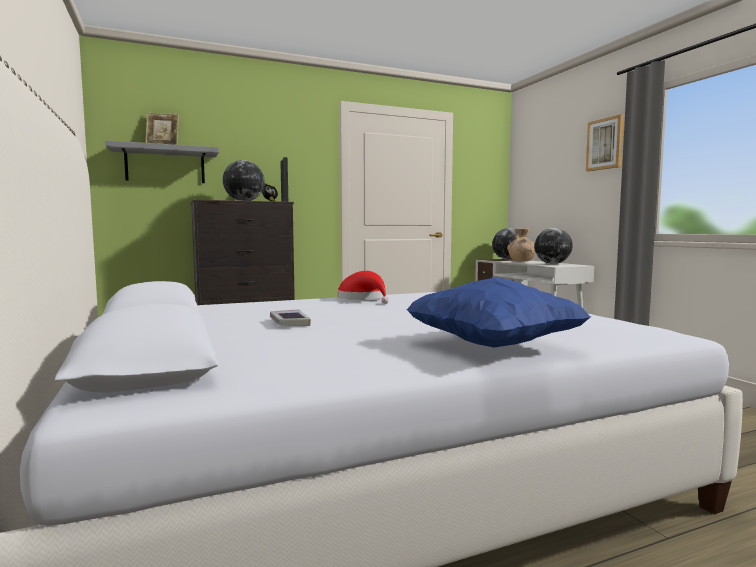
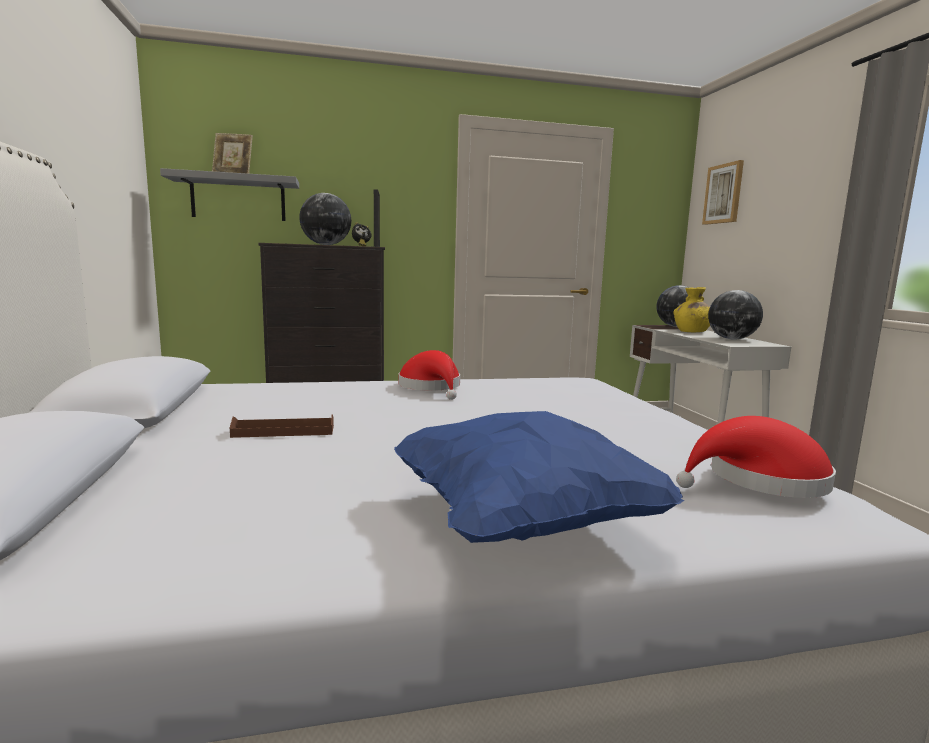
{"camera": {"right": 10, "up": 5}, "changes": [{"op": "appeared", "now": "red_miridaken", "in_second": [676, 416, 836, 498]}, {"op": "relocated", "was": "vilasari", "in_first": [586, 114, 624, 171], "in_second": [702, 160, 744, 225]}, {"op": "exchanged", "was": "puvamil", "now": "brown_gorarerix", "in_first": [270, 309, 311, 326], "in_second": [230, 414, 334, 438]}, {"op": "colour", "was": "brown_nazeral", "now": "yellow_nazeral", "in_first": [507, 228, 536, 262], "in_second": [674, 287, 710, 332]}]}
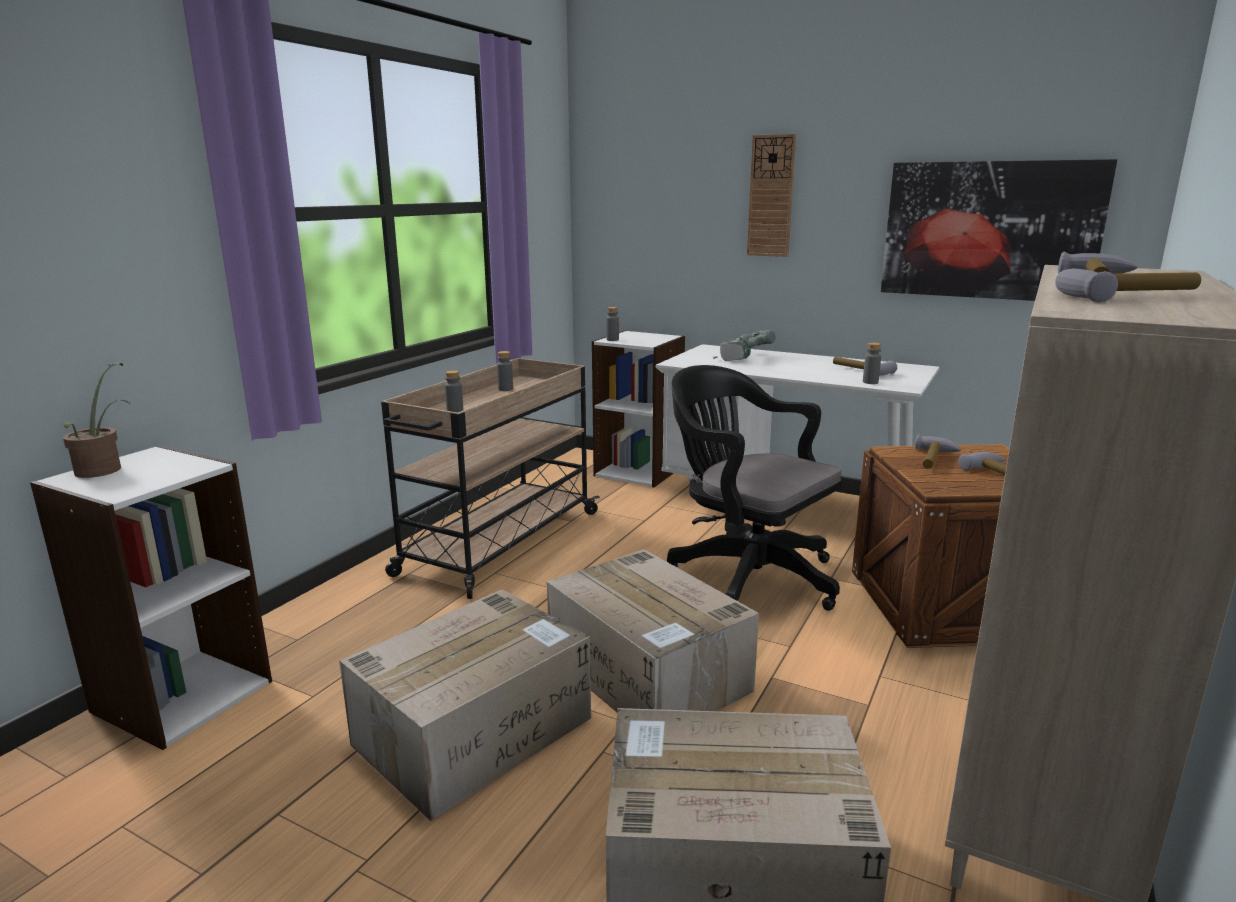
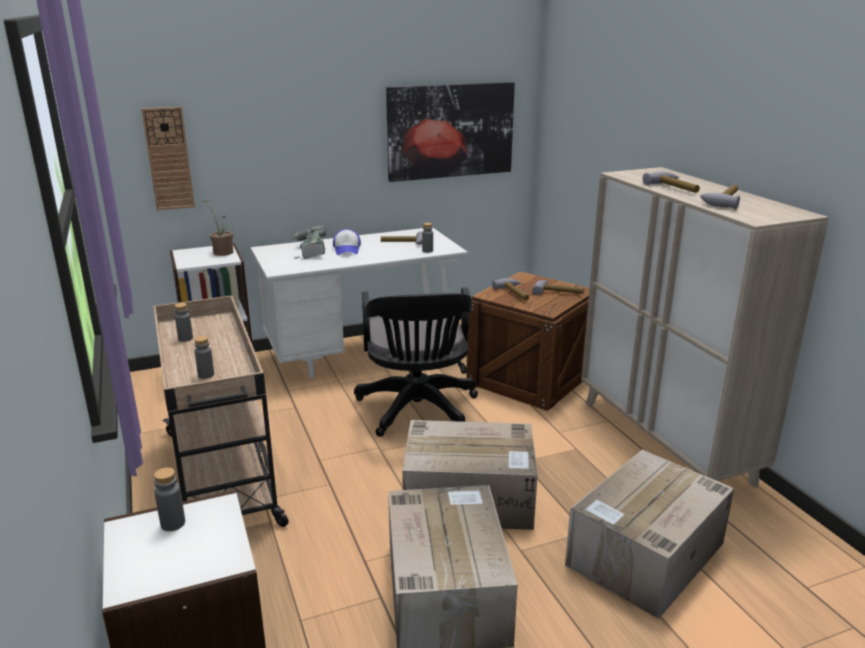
{"camera": {"right": -50, "up": 5}, "changes": [{"op": "appeared", "now": "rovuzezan", "in_second": [333, 229, 361, 255]}, {"op": "relocated", "was": "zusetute", "in_first": [63, 363, 129, 478], "in_second": [202, 200, 233, 256]}, {"op": "relocated", "was": "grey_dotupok", "in_first": [606, 307, 619, 341], "in_second": [154, 468, 185, 531]}, {"op": "relocated", "was": "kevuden", "in_first": [747, 134, 796, 257], "in_second": [141, 107, 195, 210]}, {"op": "spun", "was": "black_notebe", "in_first": [667, 365, 843, 611], "in_second": [354, 287, 478, 437], "clockwise": -90}]}
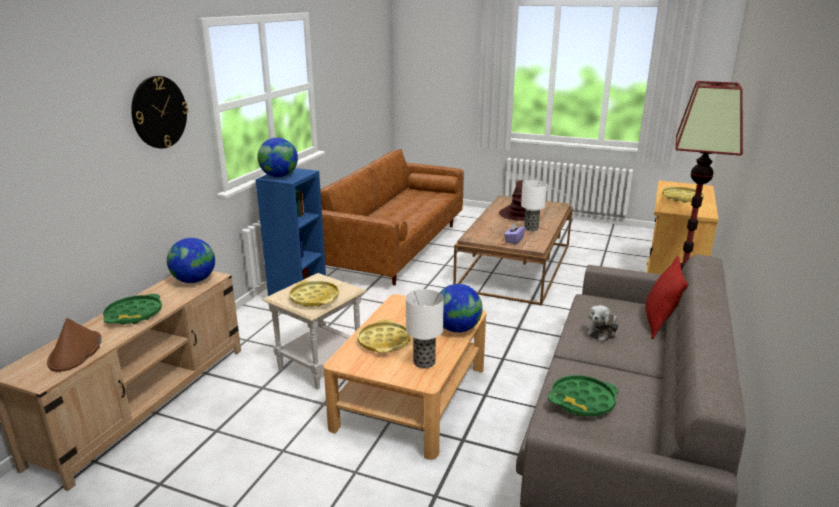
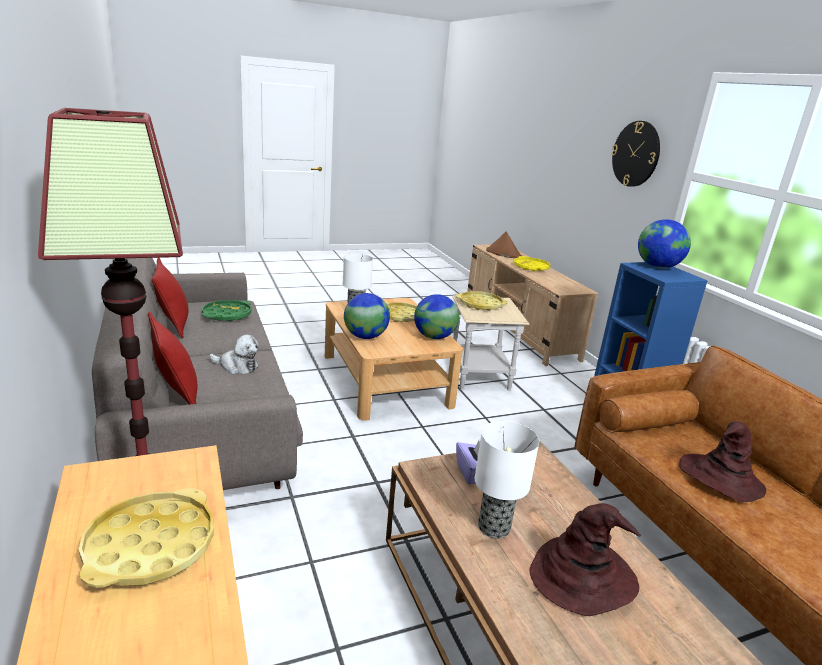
{"camera": {"right": 135, "up": 0}, "changes": [{"op": "appeared", "now": "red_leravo", "in_second": [152, 258, 188, 338]}, {"op": "appeared", "now": "brown_miridaken", "in_second": [679, 422, 766, 502]}, {"op": "relocated", "was": "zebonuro", "in_first": [167, 238, 215, 283], "in_second": [414, 294, 459, 339]}, {"op": "colour", "was": "green_gorarerix", "now": "yellow_gorarerix", "in_first": [103, 294, 162, 325], "in_second": [514, 256, 551, 271]}, {"op": "spun", "was": "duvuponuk", "in_first": [587, 305, 618, 342], "in_second": [209, 335, 259, 374], "clockwise": 105}]}
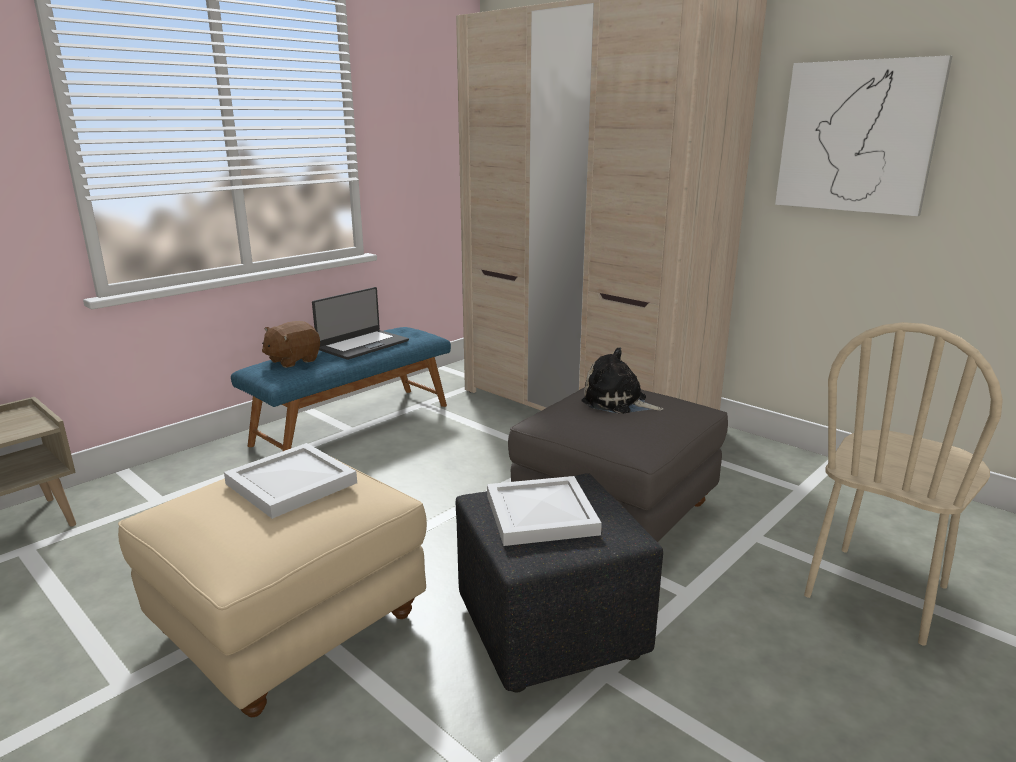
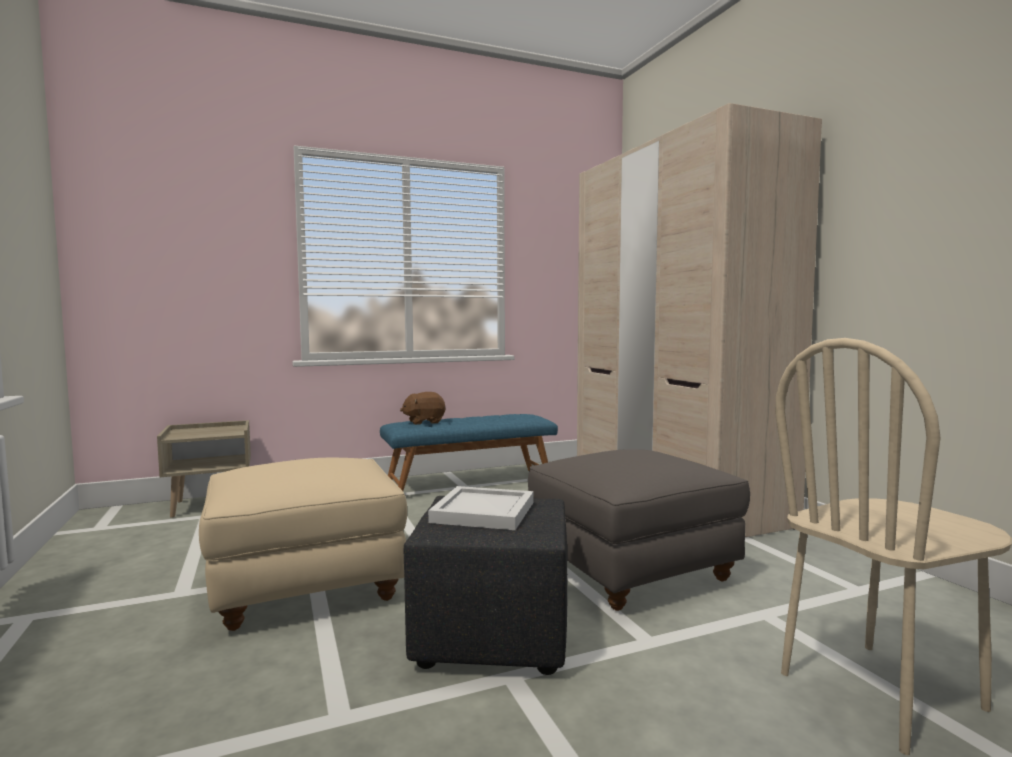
{"camera": {"right": 25, "up": -15}, "changes": [{"op": "missing", "was": "white_gorarerix", "in_first": [224, 443, 357, 519]}, {"op": "missing", "was": "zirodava", "in_first": [312, 287, 409, 360]}, {"op": "missing", "was": "duvuponuk", "in_first": [581, 347, 664, 414]}, {"op": "missing", "was": "vilasari", "in_first": [775, 55, 952, 216]}]}
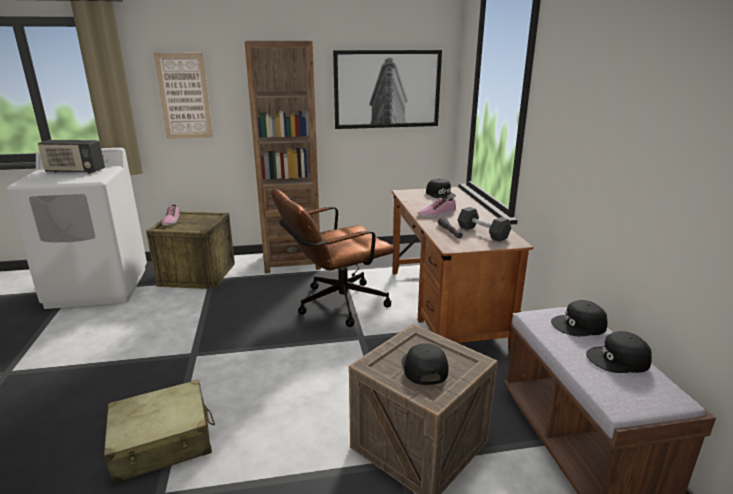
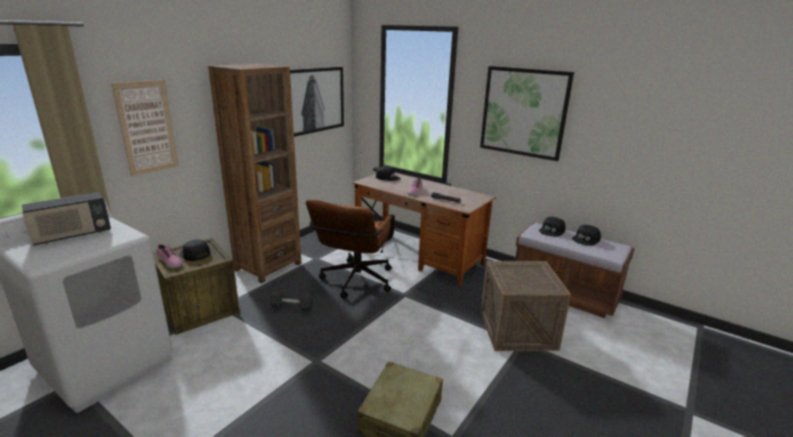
{"camera": {"right": -45, "up": 0}, "changes": [{"op": "appeared", "now": "vilasari", "in_second": [480, 66, 574, 161]}, {"op": "relocated", "was": "black_rovuzezan", "in_first": [402, 343, 448, 385], "in_second": [179, 239, 210, 261]}, {"op": "relocated", "was": "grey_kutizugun", "in_first": [457, 207, 511, 242], "in_second": [270, 290, 313, 312]}]}
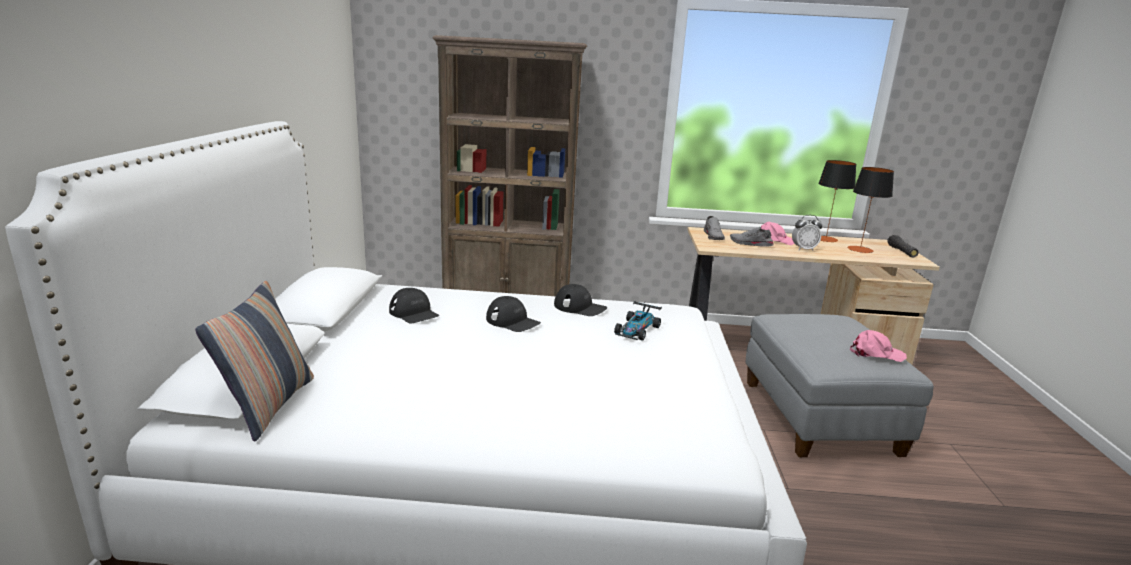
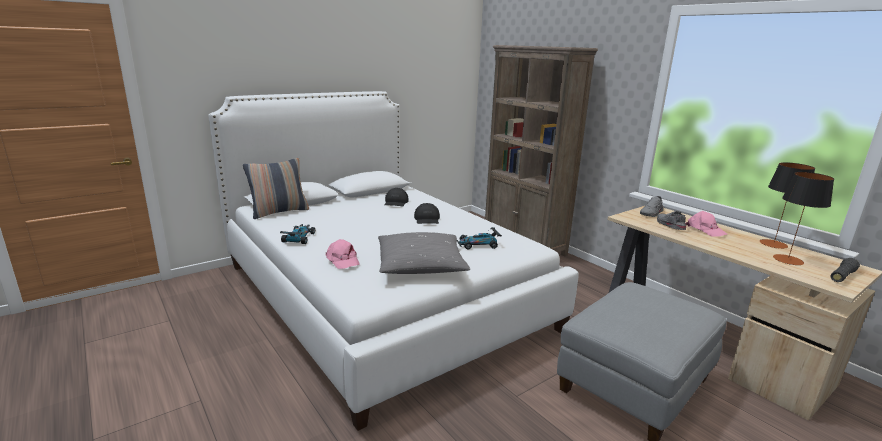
{"camera": {"right": 50, "up": 0}, "changes": [{"op": "missing", "was": "black_rovuzezan", "in_first": [554, 284, 607, 316]}, {"op": "missing", "was": "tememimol", "in_first": [792, 215, 822, 251]}, {"op": "appeared", "now": "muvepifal", "in_second": [280, 224, 315, 244]}, {"op": "appeared", "now": "grey_leravo", "in_second": [378, 232, 470, 274]}, {"op": "relocated", "was": "pink_rovuzezan", "in_first": [850, 330, 907, 362], "in_second": [325, 239, 360, 269]}]}
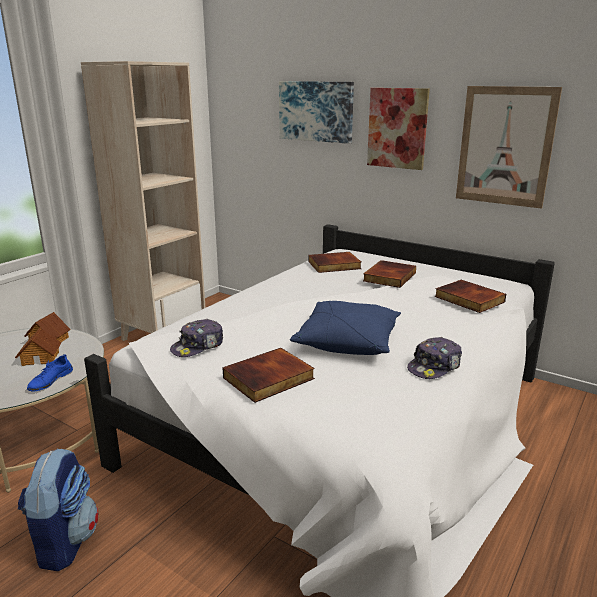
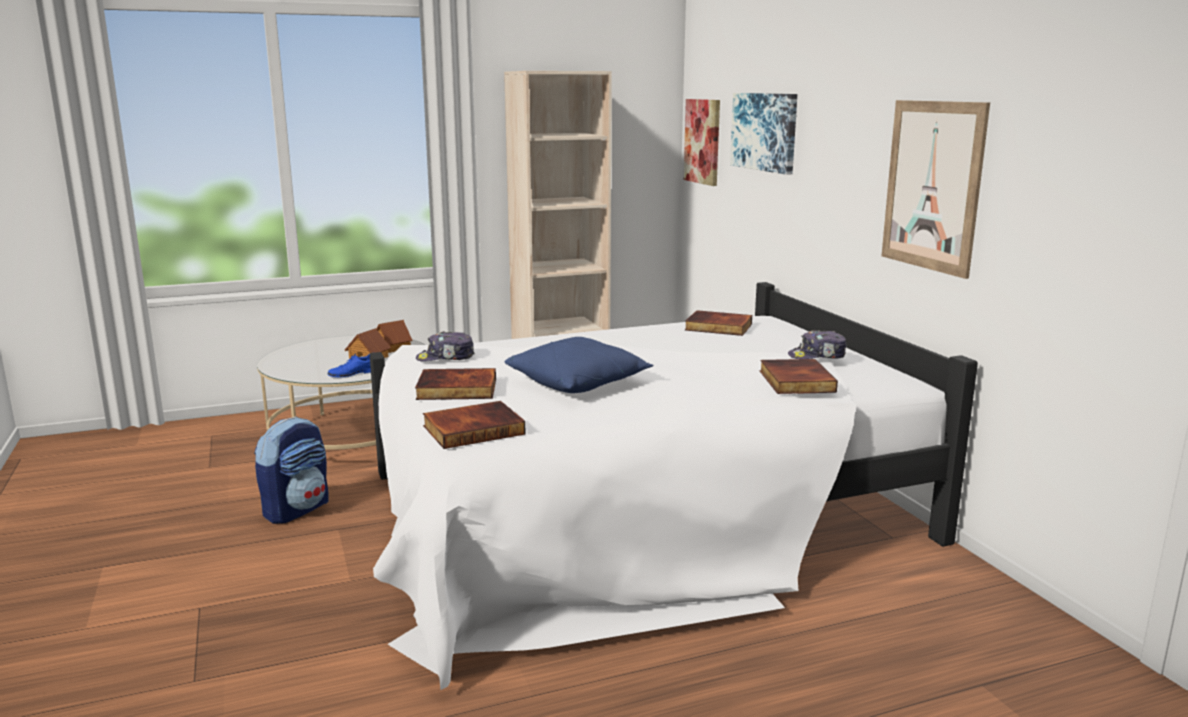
{"camera": {"right": 35, "up": -5}, "changes": [{"op": "relocated", "was": "puvamil", "in_first": [363, 260, 416, 288], "in_second": [423, 401, 526, 449]}, {"op": "relocated", "was": "vilasari", "in_first": [367, 88, 430, 170], "in_second": [684, 99, 720, 186]}, {"op": "relocated", "was": "rovuzezan", "in_first": [407, 337, 462, 379], "in_second": [788, 330, 847, 359]}]}
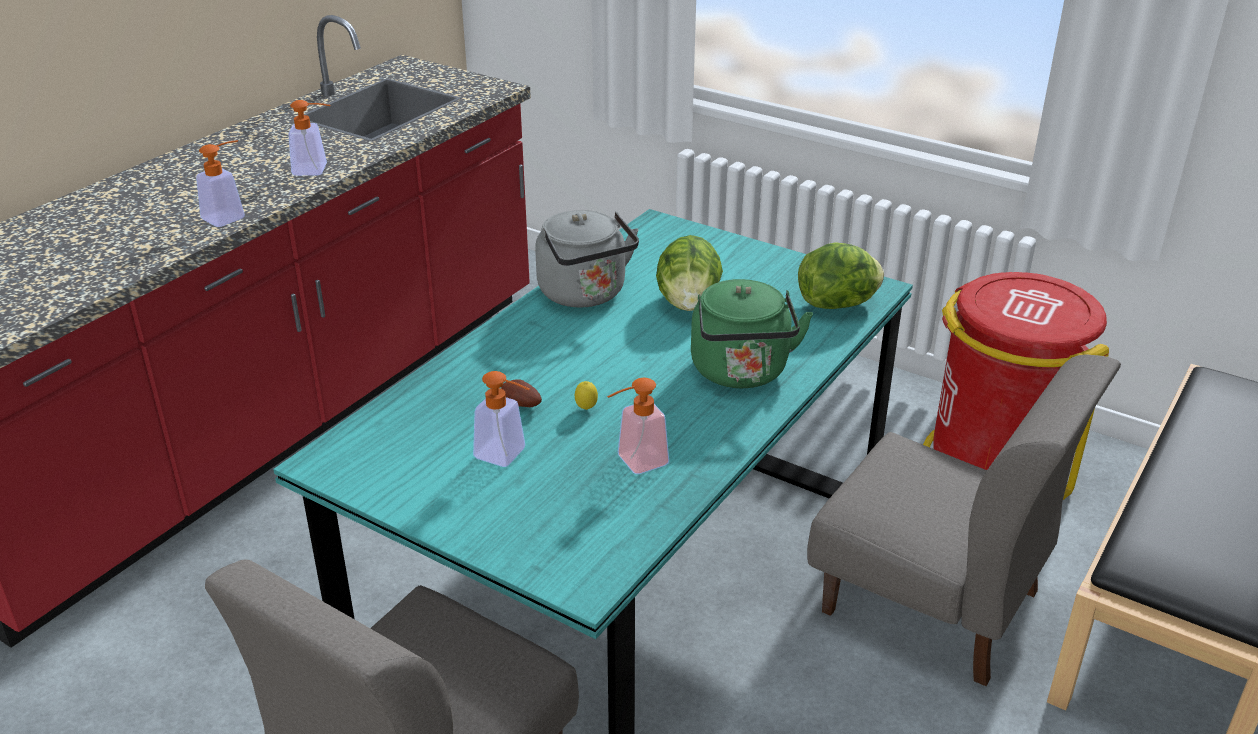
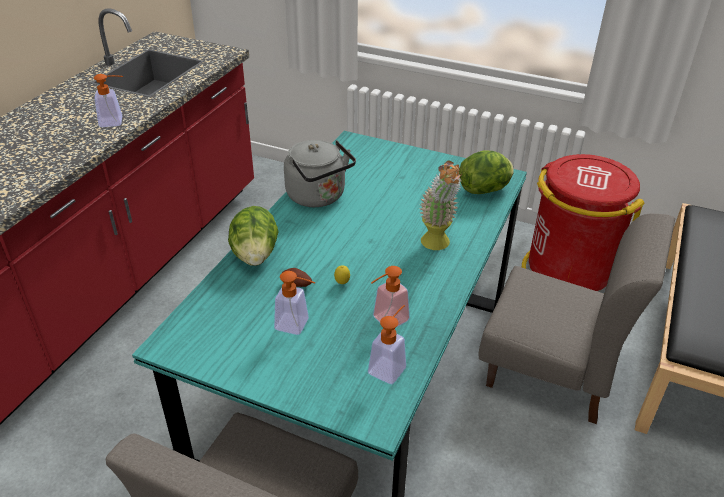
{"camera": {"right": -10, "up": 5}, "changes": [{"op": "relocated", "was": "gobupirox", "in_first": [196, 140, 245, 227], "in_second": [368, 305, 406, 384]}, {"op": "relocated", "was": "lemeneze", "in_first": [656, 235, 723, 311], "in_second": [228, 206, 279, 266]}, {"op": "exchanged", "was": "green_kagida", "now": "zusetute", "in_first": [691, 279, 813, 388], "in_second": [419, 161, 462, 250]}]}
